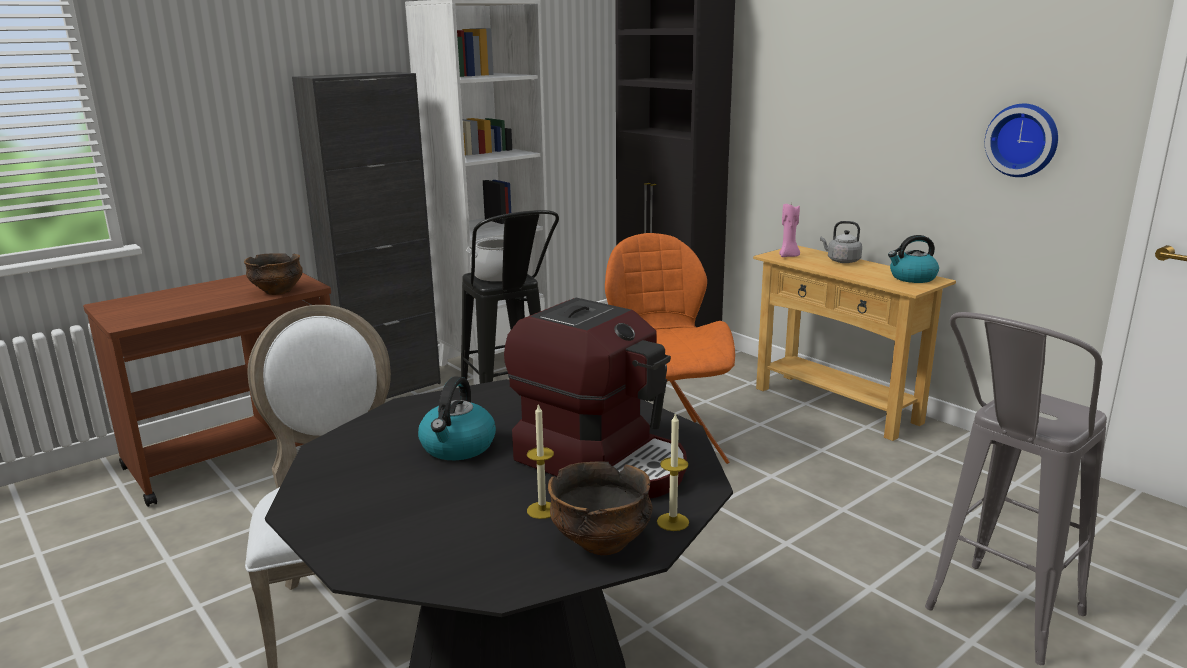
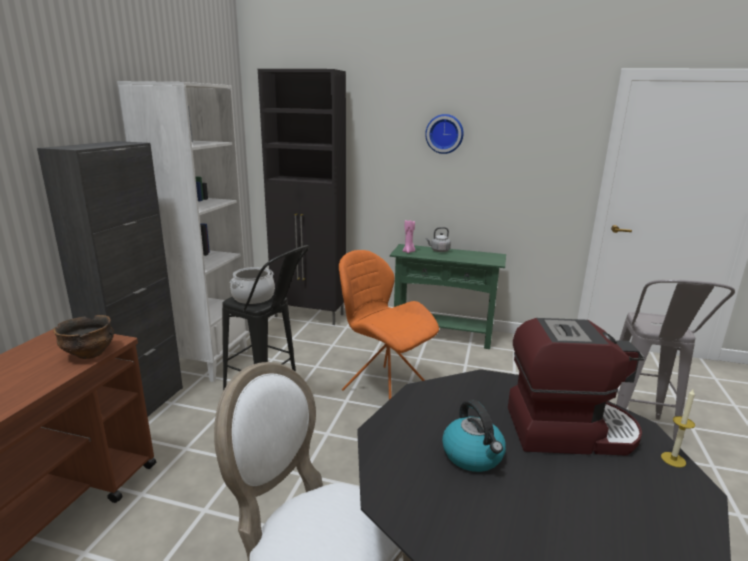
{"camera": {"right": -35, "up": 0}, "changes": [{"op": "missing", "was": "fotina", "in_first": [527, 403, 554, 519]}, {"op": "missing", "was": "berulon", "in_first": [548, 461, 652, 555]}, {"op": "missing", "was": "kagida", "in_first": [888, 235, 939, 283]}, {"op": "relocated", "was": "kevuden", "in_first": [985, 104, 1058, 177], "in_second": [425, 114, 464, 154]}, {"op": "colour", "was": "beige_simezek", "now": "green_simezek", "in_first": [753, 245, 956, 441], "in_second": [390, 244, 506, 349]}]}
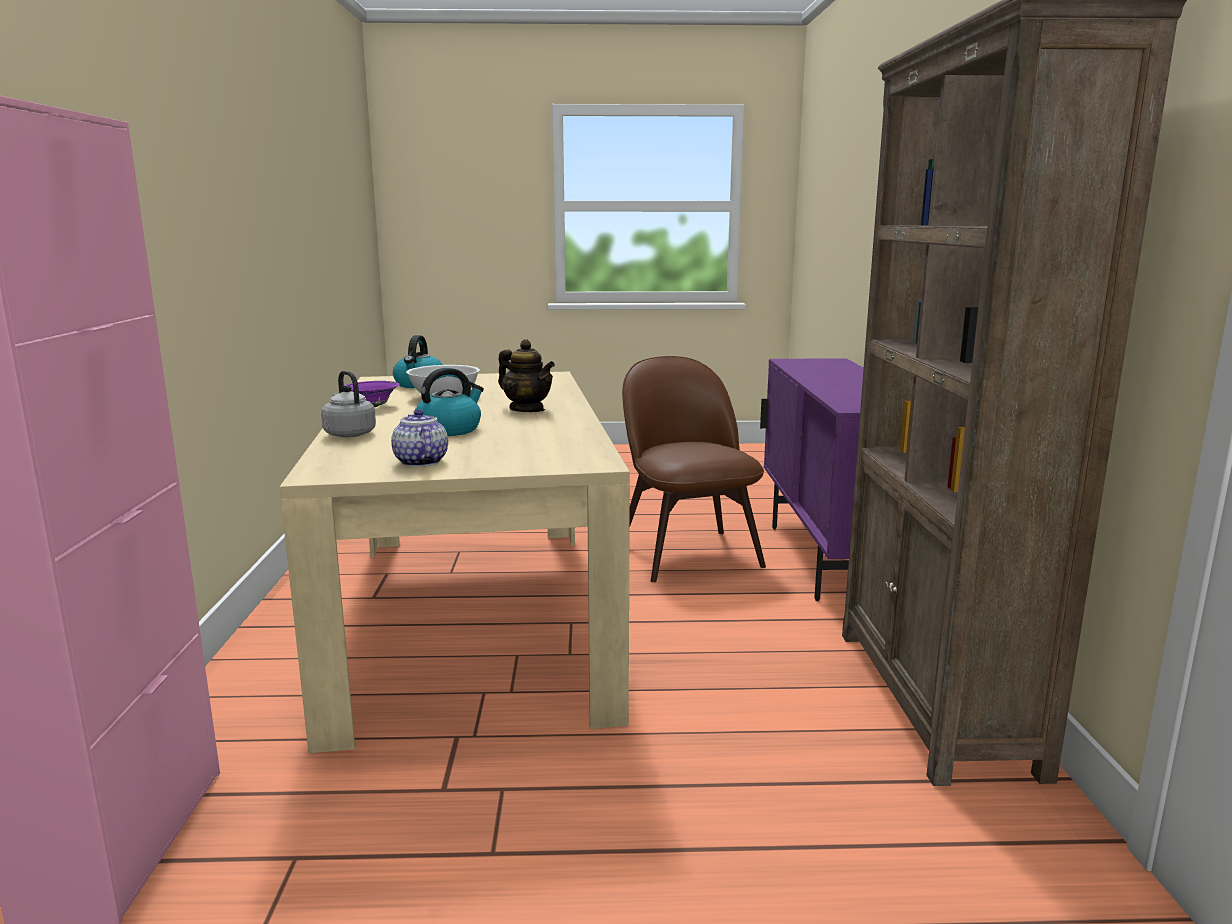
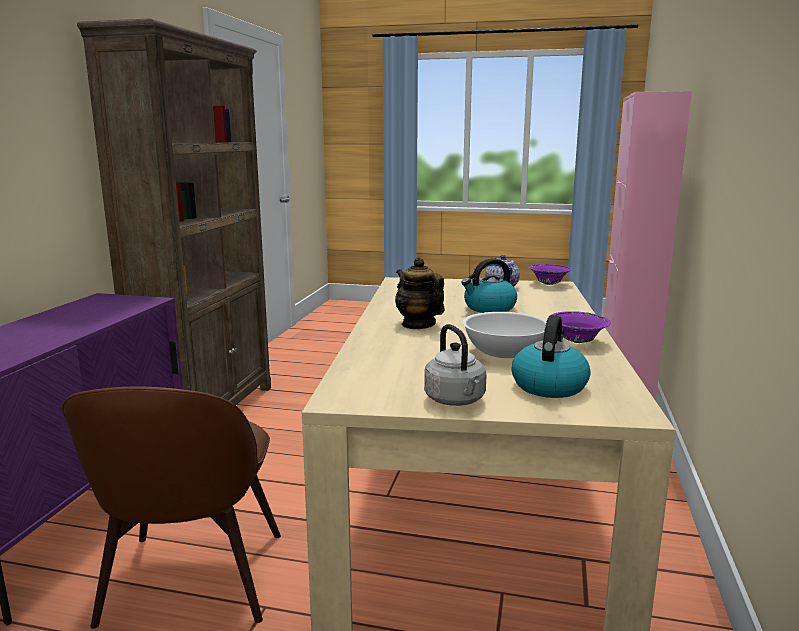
{"camera": {"right": -165, "up": 0}, "changes": [{"op": "appeared", "now": "purple_berulon", "in_second": [528, 264, 572, 285]}, {"op": "relocated", "was": "grey_kagida", "in_first": [321, 371, 376, 438], "in_second": [424, 324, 487, 406]}]}
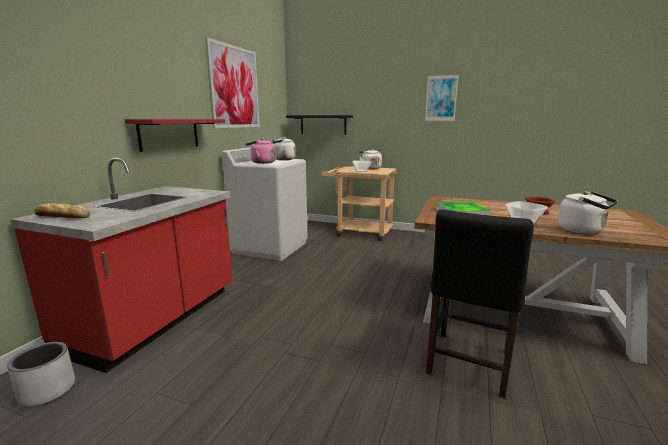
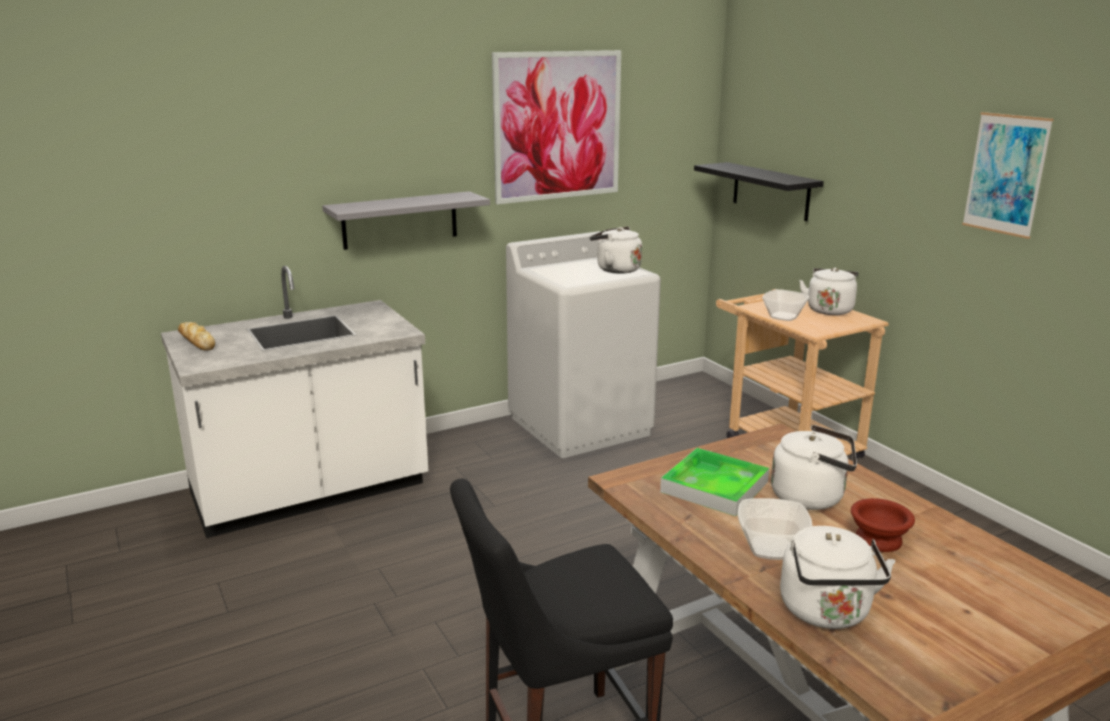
{"camera": {"right": 40, "up": 5}, "changes": [{"op": "missing", "was": "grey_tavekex", "in_first": [7, 342, 75, 406]}, {"op": "missing", "was": "pink_kagida", "in_first": [245, 138, 276, 164]}, {"op": "appeared", "now": "white_kagida", "in_second": [771, 425, 857, 510]}, {"op": "colour", "was": "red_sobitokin", "now": "white_sobitokin", "in_first": [10, 158, 233, 373], "in_second": [161, 266, 428, 538]}, {"op": "colour", "was": "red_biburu", "now": "grey_biburu", "in_first": [125, 119, 225, 152], "in_second": [322, 191, 490, 250]}]}
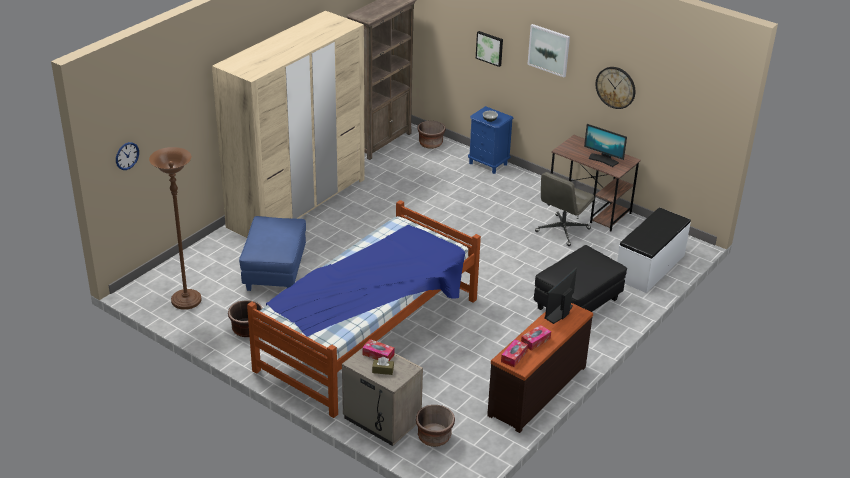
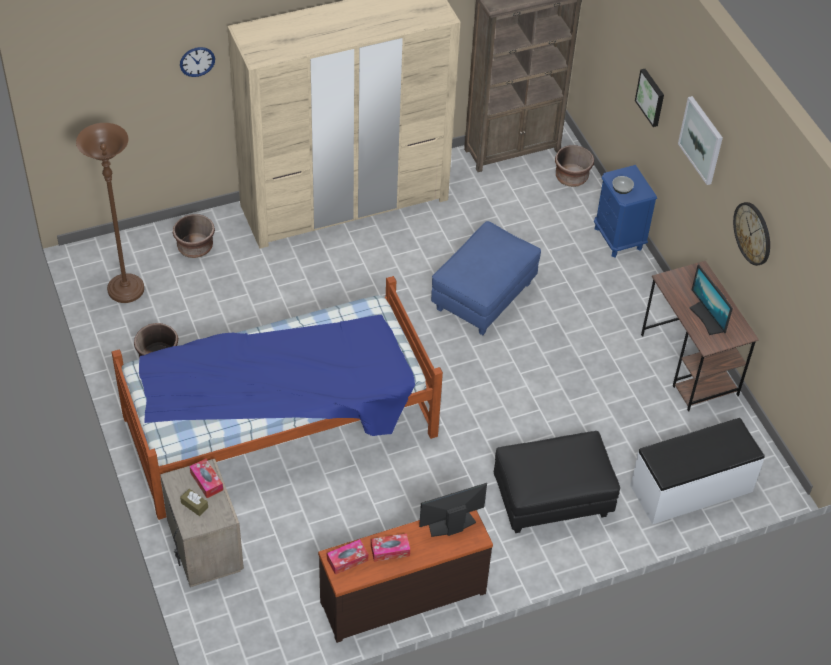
{"camera": {"right": 30, "up": 15}, "changes": [{"op": "missing", "was": "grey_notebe", "in_first": [535, 172, 595, 246]}, {"op": "relocated", "was": "kevuden", "in_first": [116, 142, 139, 170], "in_second": [180, 47, 215, 77]}, {"op": "relocated", "was": "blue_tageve", "in_first": [239, 216, 306, 291], "in_second": [431, 221, 541, 335]}, {"op": "relocated", "was": "brown_tavekex", "in_first": [416, 405, 455, 447], "in_second": [173, 214, 215, 258]}]}
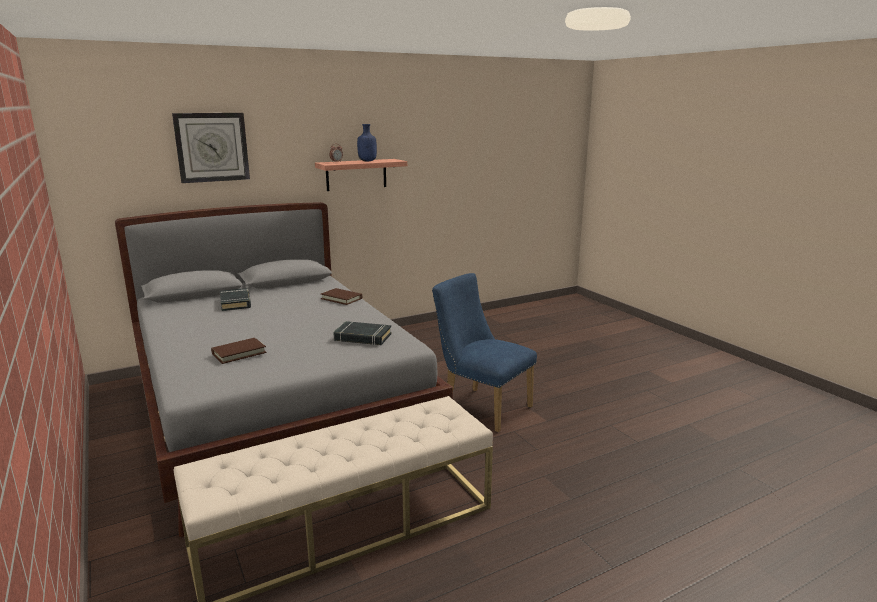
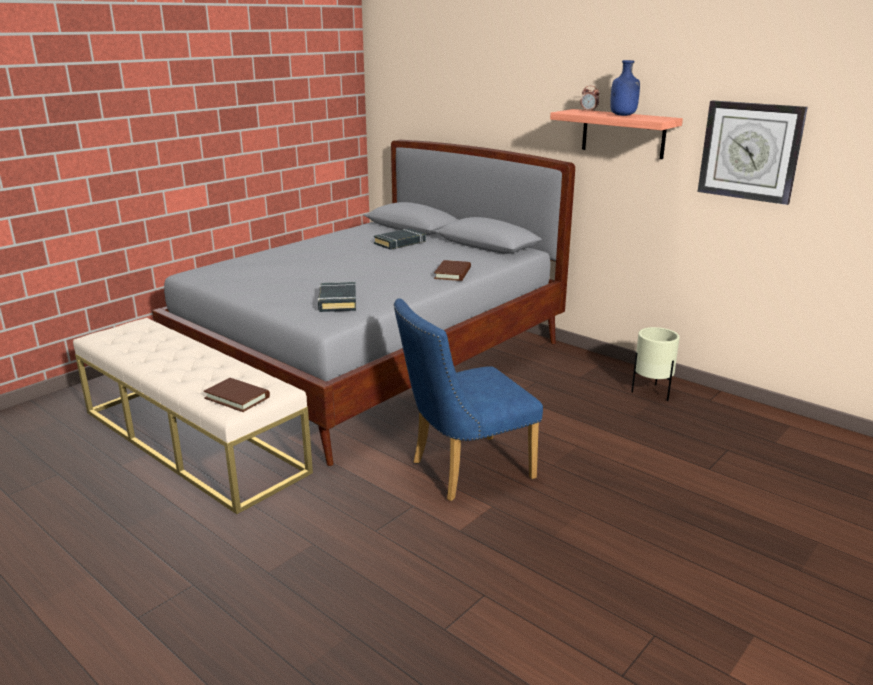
{"camera": {"right": 70, "up": 5}, "changes": [{"op": "appeared", "now": "beige_tavekex", "in_second": [631, 327, 680, 401]}, {"op": "relocated", "was": "kevuden", "in_first": [172, 113, 250, 183], "in_second": [697, 100, 808, 205]}, {"op": "relocated", "was": "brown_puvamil", "in_first": [211, 338, 267, 364], "in_second": [203, 378, 270, 412]}, {"op": "spun", "was": "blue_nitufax", "in_first": [432, 273, 537, 432], "in_second": [394, 298, 543, 501], "clockwise": -135}]}
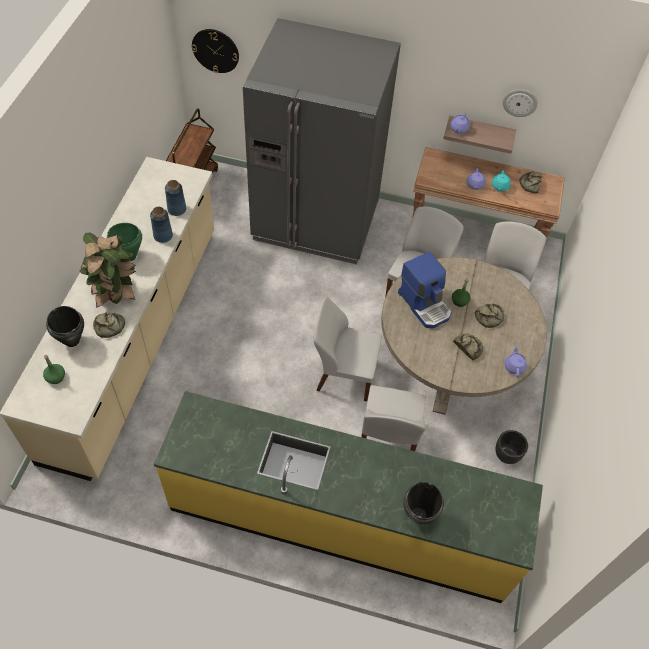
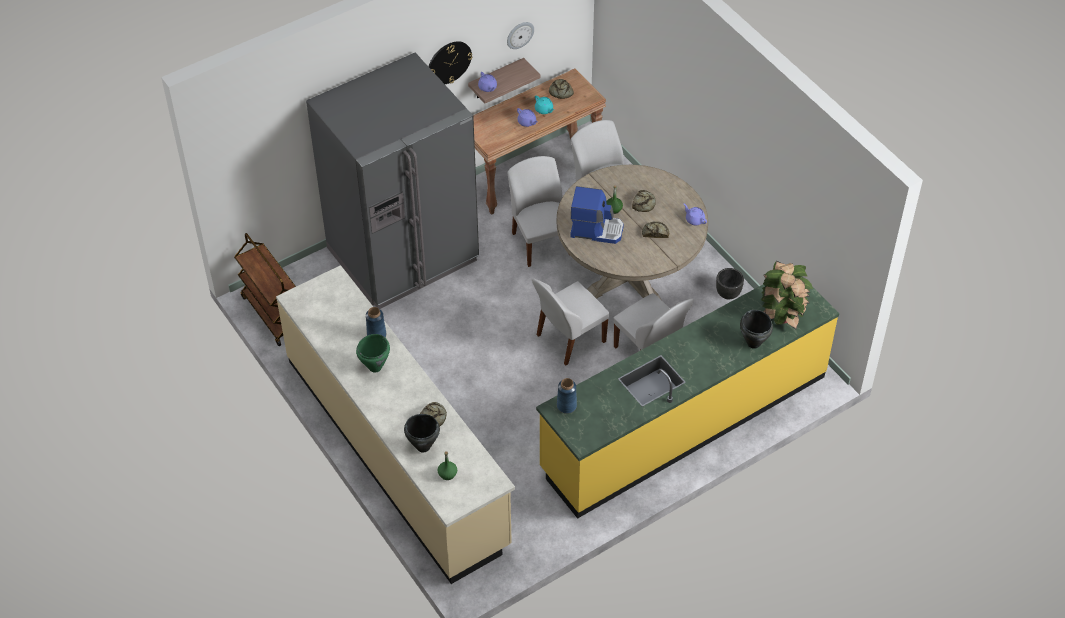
{"camera": {"right": -45, "up": -5}, "changes": [{"op": "relocated", "was": "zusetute", "in_first": [79, 233, 136, 308], "in_second": [760, 261, 813, 330]}, {"op": "relocated", "was": "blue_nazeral", "in_first": [165, 180, 186, 216], "in_second": [557, 378, 577, 414]}, {"op": "relocated", "was": "kevuden", "in_first": [192, 29, 239, 73], "in_second": [429, 41, 472, 84]}]}
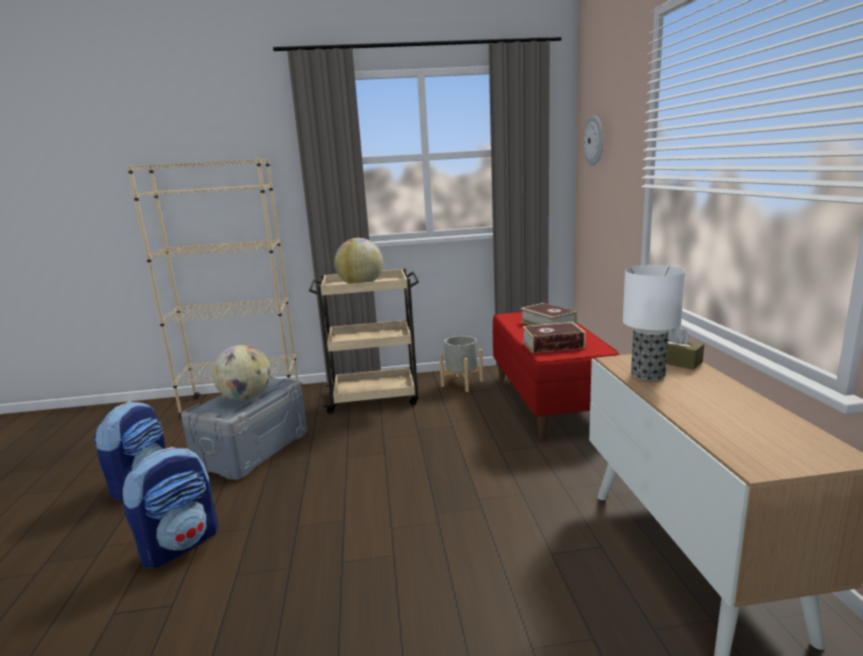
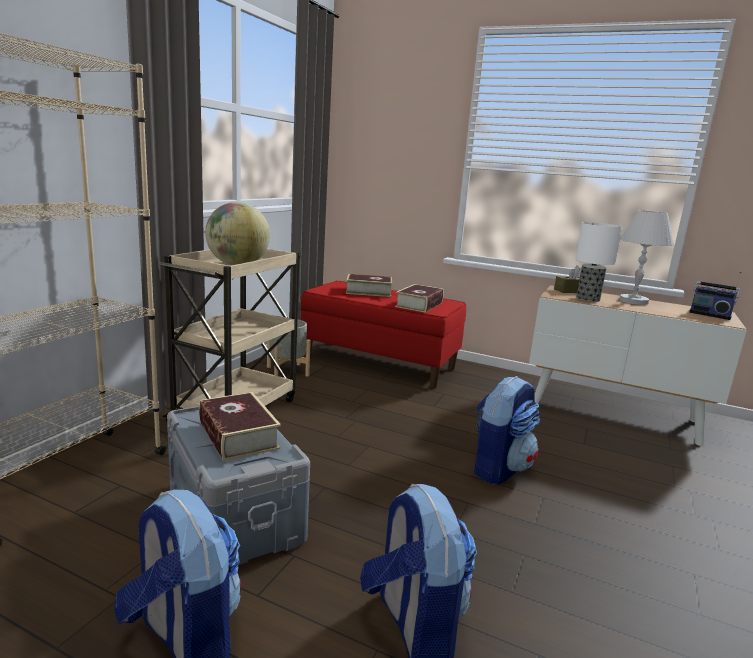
{"camera": {"right": -60, "up": 0}, "changes": [{"op": "missing", "was": "kevuden", "in_first": [583, 115, 603, 166]}, {"op": "appeared", "now": "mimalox", "in_second": [474, 376, 540, 484]}, {"op": "appeared", "now": "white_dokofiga", "in_second": [619, 210, 674, 305]}, {"op": "appeared", "now": "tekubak", "in_second": [689, 271, 742, 320]}, {"op": "exchanged", "was": "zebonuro", "now": "puvamil", "in_first": [212, 345, 271, 400], "in_second": [199, 392, 281, 461]}]}
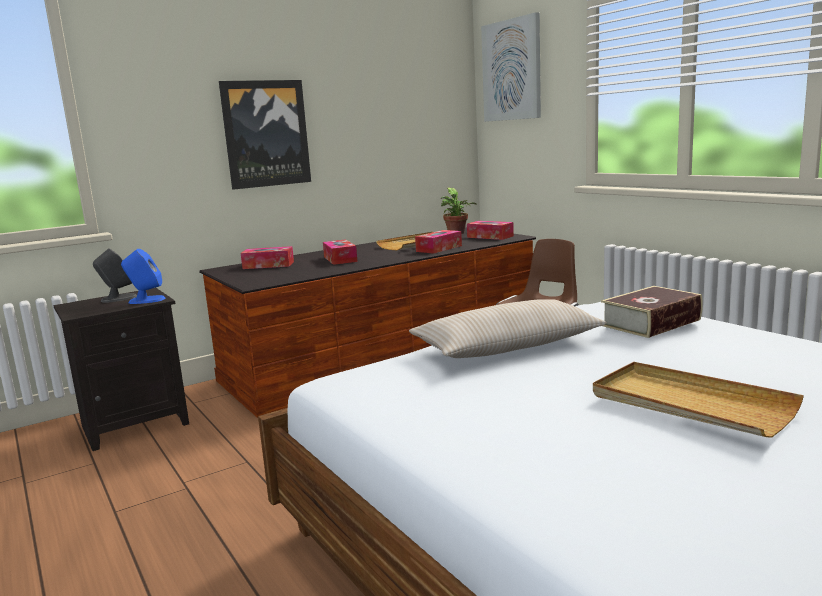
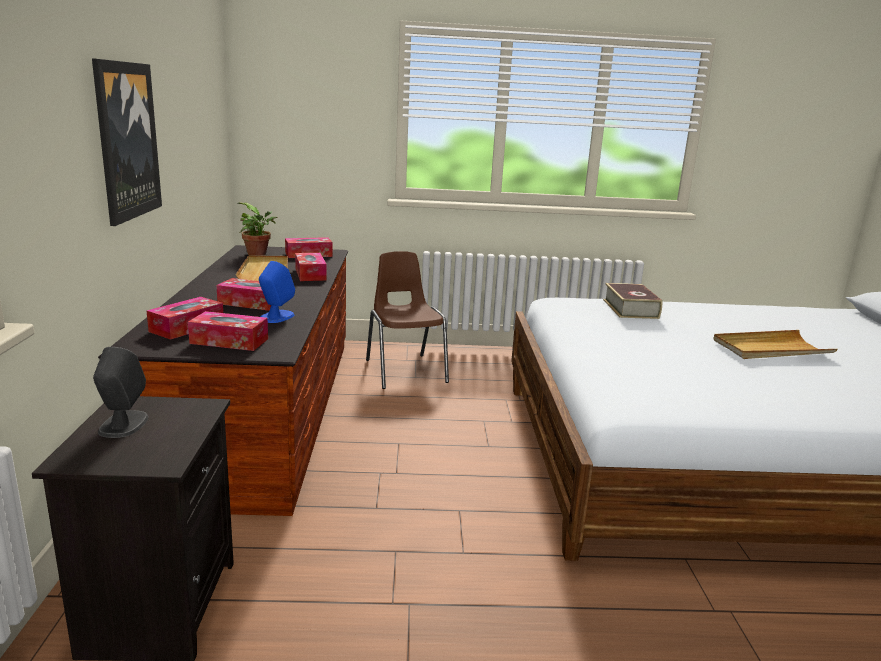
{"camera": {"right": -60, "up": 5}, "changes": [{"op": "missing", "was": "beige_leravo", "in_first": [409, 299, 607, 358]}, {"op": "missing", "was": "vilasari", "in_first": [481, 12, 541, 122]}, {"op": "appeared", "now": "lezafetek", "in_second": [188, 311, 268, 351]}, {"op": "relocated", "was": "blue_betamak", "in_first": [121, 249, 165, 304], "in_second": [259, 261, 295, 323]}]}
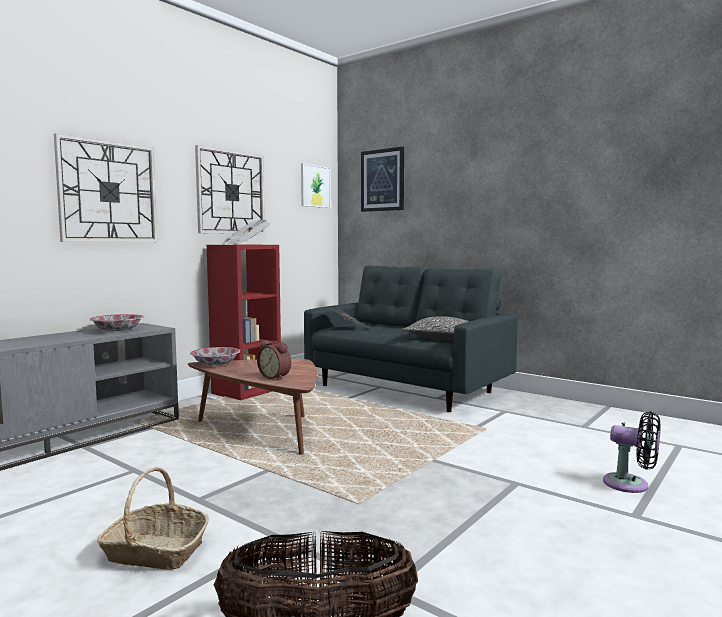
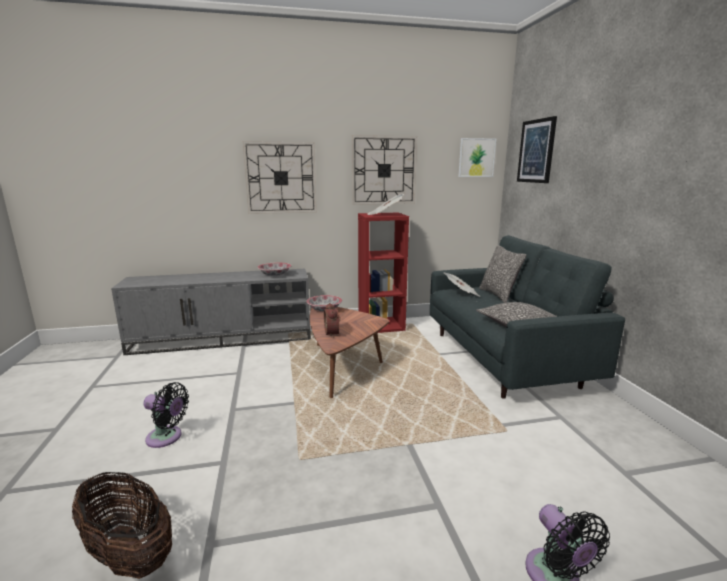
{"camera": {"right": 40, "up": 10}, "changes": [{"op": "appeared", "now": "leravo", "in_second": [479, 245, 527, 303]}, {"op": "exchanged", "was": "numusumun", "now": "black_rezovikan", "in_first": [97, 467, 209, 570], "in_second": [143, 382, 189, 448]}]}
